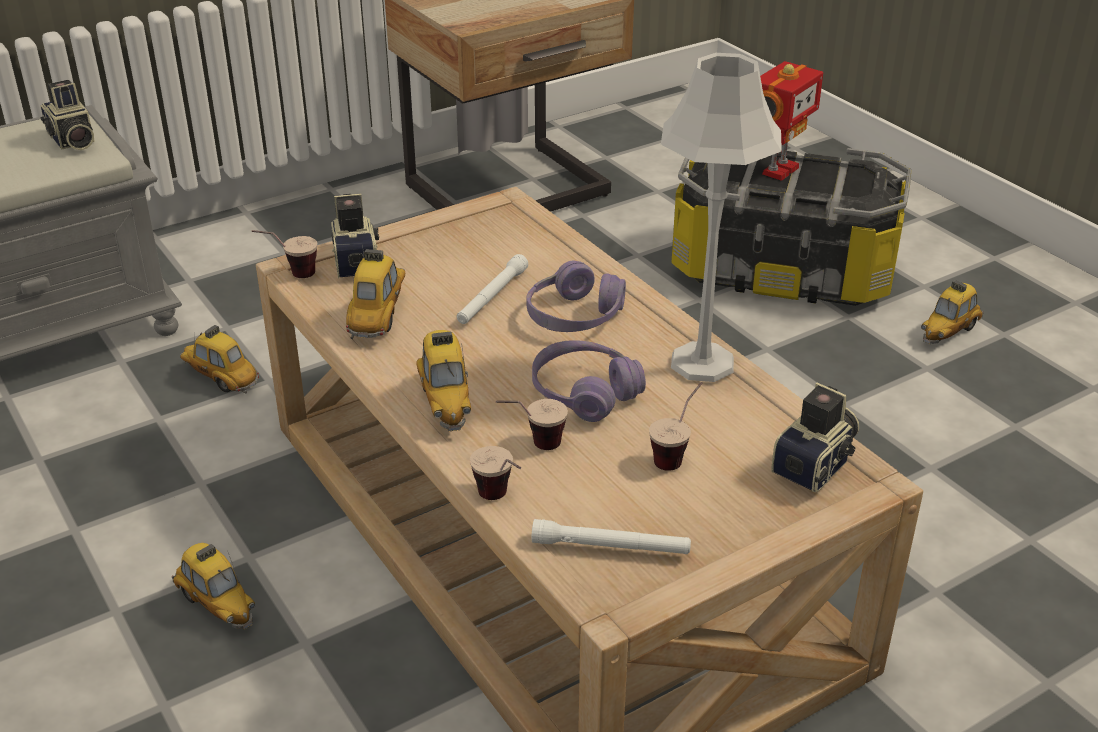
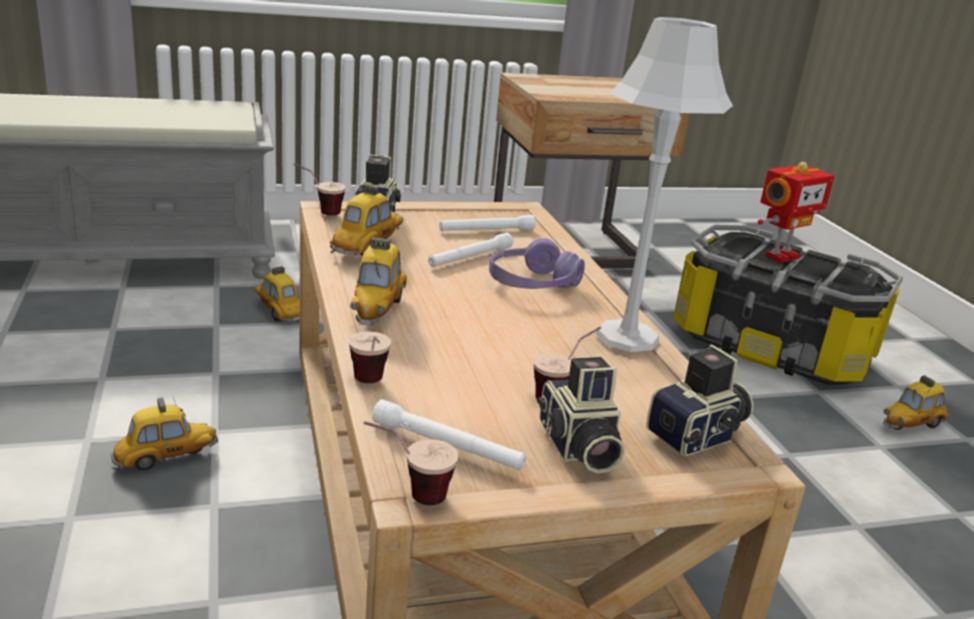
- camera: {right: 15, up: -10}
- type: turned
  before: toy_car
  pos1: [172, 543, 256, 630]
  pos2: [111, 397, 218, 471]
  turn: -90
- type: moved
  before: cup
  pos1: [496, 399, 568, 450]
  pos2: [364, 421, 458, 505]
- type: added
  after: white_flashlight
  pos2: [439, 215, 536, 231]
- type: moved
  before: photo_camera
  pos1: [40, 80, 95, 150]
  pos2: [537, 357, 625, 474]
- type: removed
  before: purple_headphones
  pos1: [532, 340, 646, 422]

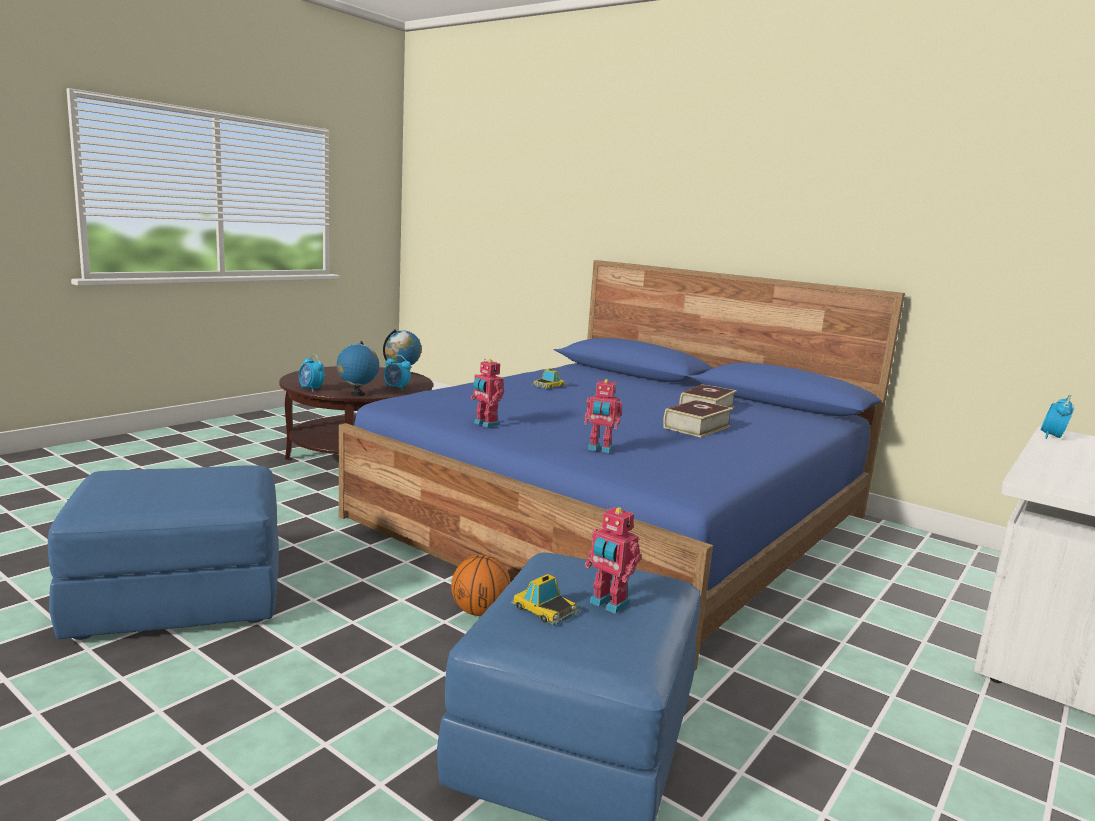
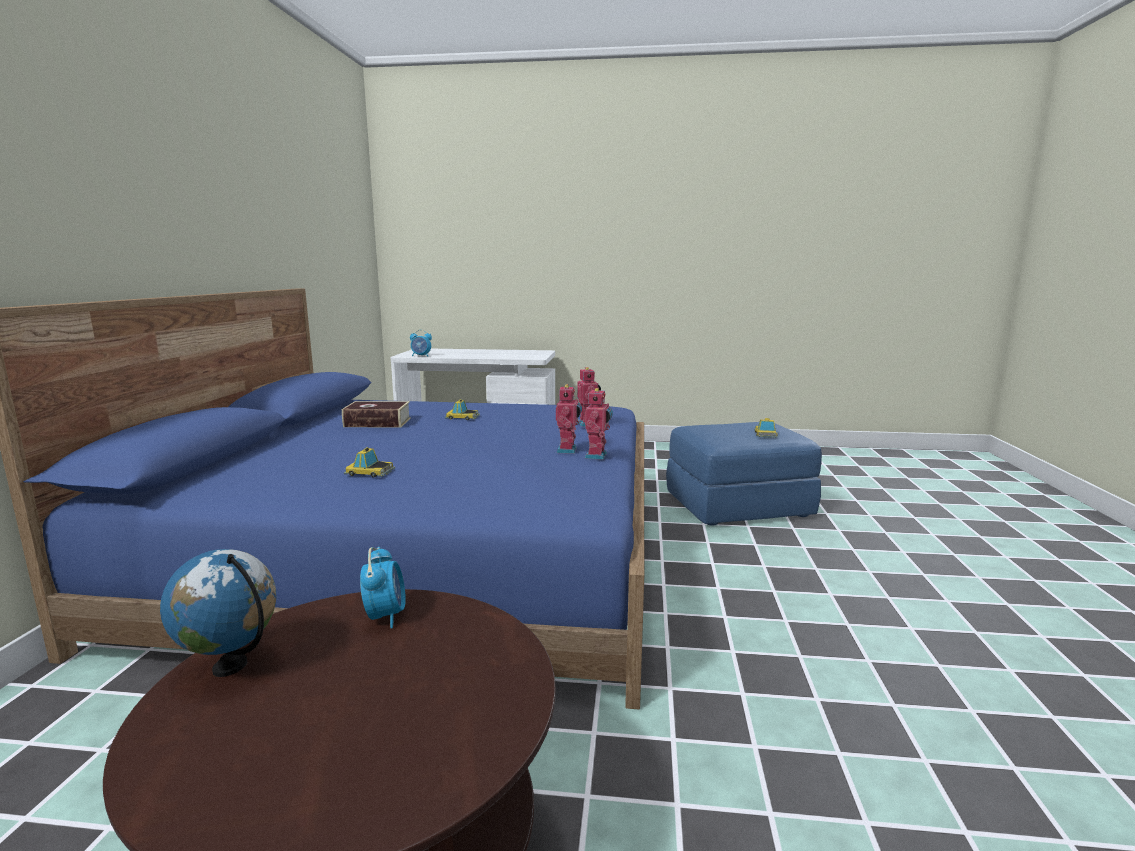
- camera: {right: -120, up: 0}
- type: replaced
  before: book
  after: toy_car
  pos1: [663, 400, 733, 437]
  pos2: [445, 399, 480, 420]
- type: moved
  before: toy_robot
  pos1: [585, 506, 641, 614]
  pos2: [556, 384, 582, 454]
- type: removed
  before: blue_ottoman
  pos1: [48, 465, 279, 640]
- type: removed
  before: alarm_clock
  pos1: [299, 355, 324, 392]
- type: removed
  before: globe
  pos1: [337, 341, 379, 396]
- type: removed
  before: basketball
  pos1: [451, 554, 511, 616]

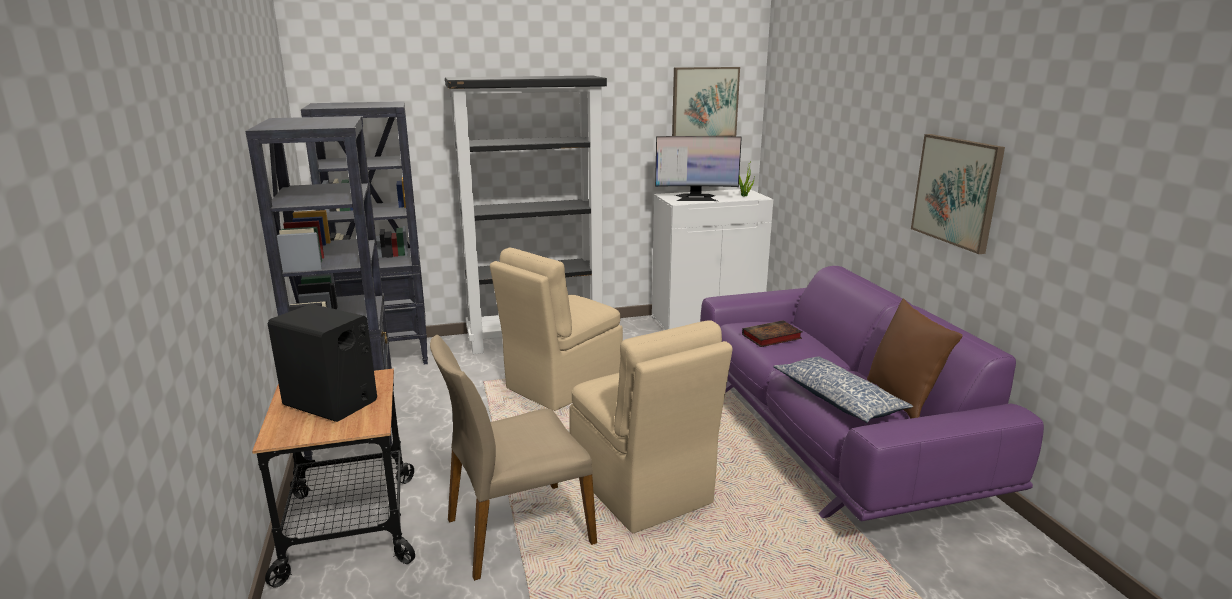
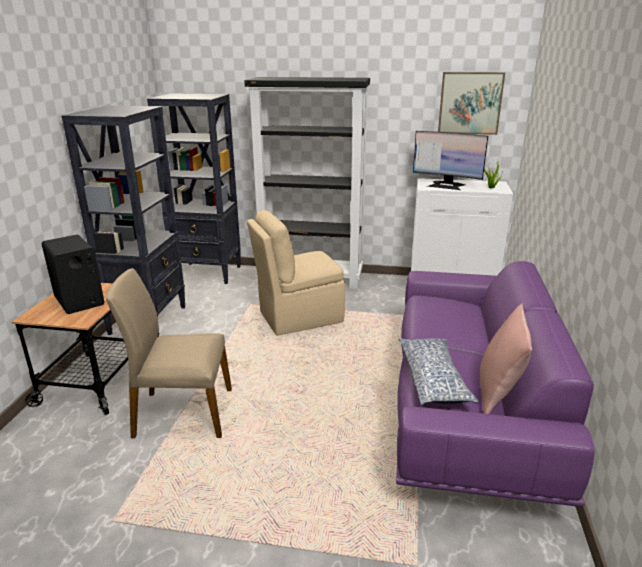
- camera: {right: 25, up: 5}
- type: recoloured
  before: brown_pillow
  after: pink_pillow
  pos1: [867, 298, 963, 418]
  pos2: [480, 304, 532, 414]
- type: removed
  before: beige_chair
  pos1: [570, 320, 733, 533]
- type: removed
  before: book
  pos1: [742, 320, 802, 347]
- type: removed
  before: picture
  pos1: [911, 134, 1005, 254]

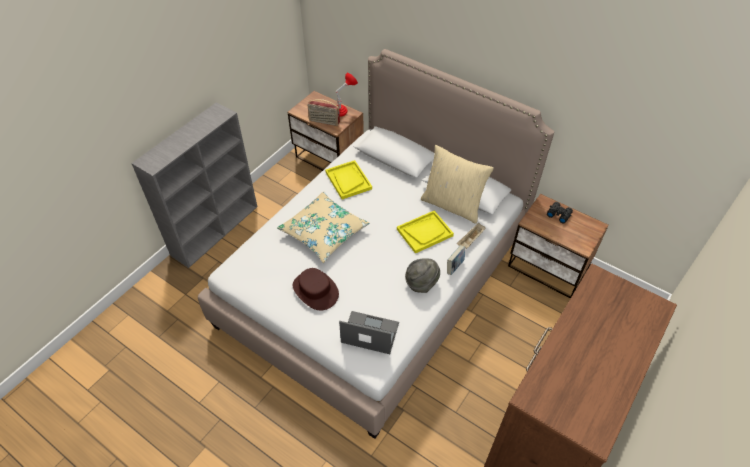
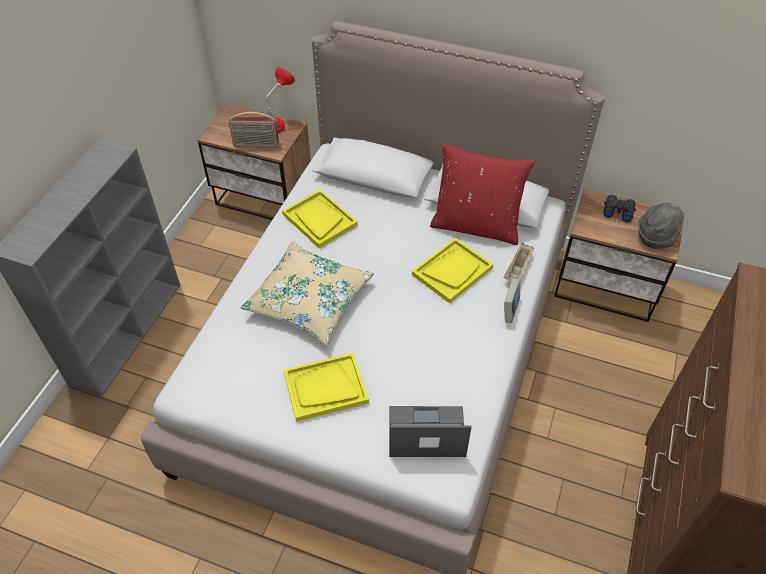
- camera: {right: -15, up: 0}
- type: replaced
  before: brown_hat
  after: yellow_tray
  pos1: [293, 268, 339, 310]
  pos2: [284, 353, 369, 422]
- type: recoloured
  before: beige_pillow
  after: red_pillow
  pos1: [421, 145, 494, 224]
  pos2: [430, 144, 534, 245]
- type: moved
  before: grey_hat
  pos1: [405, 258, 440, 293]
  pos2: [638, 203, 684, 249]

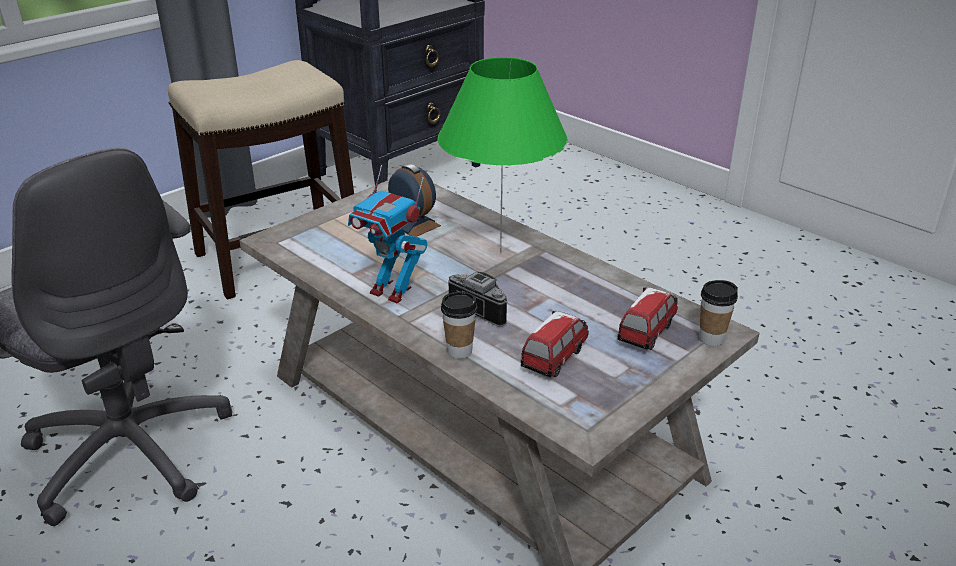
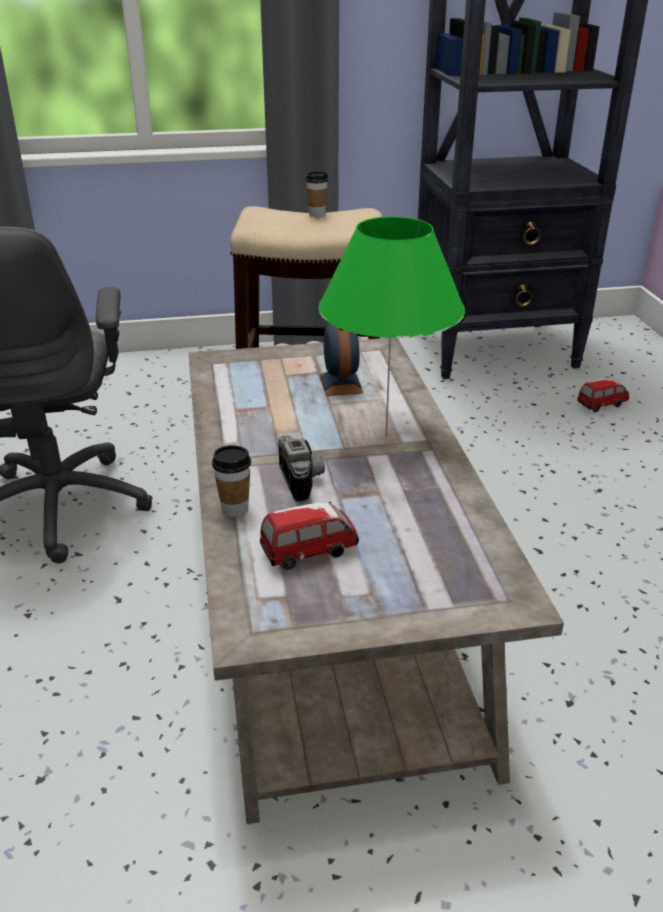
- camera: {right: 35, up: 0}
- type: moved
  before: cup
  pos1: [699, 280, 738, 346]
  pos2: [305, 172, 329, 217]
- type: moved
  before: toy_car
  pos1: [617, 287, 678, 350]
  pos2: [577, 378, 629, 412]
- type: removed
  before: toy_robot
  pos1: [348, 165, 427, 303]

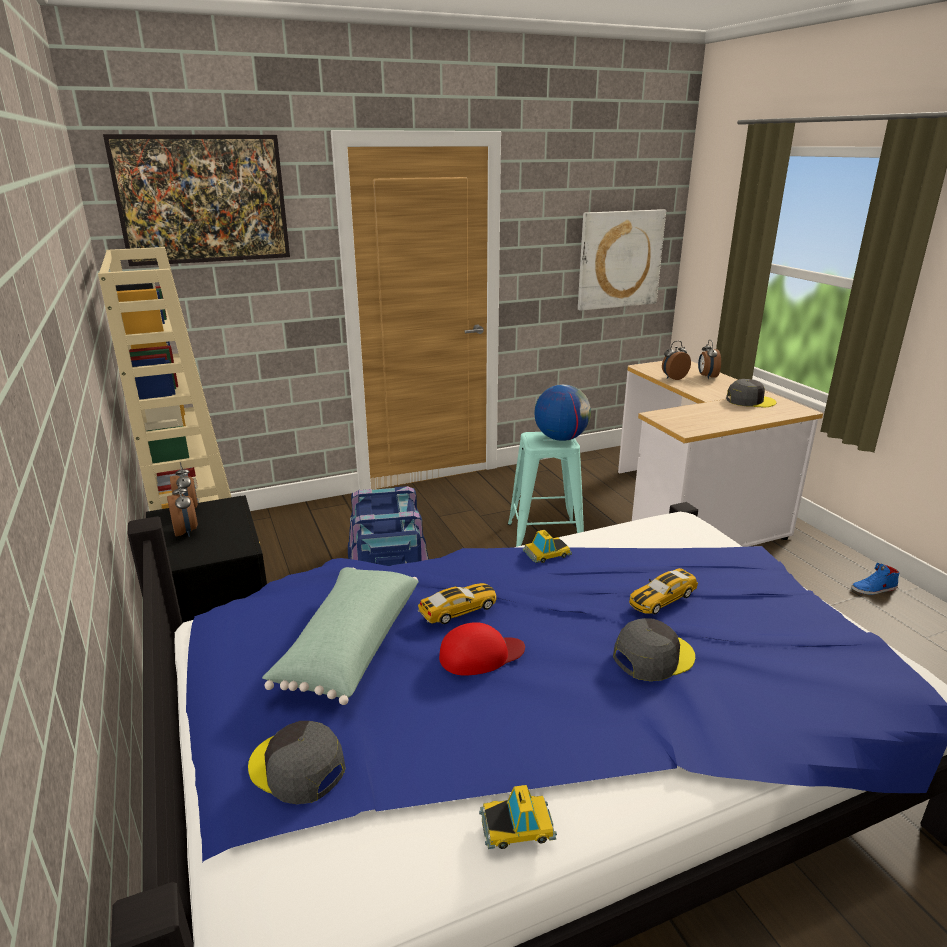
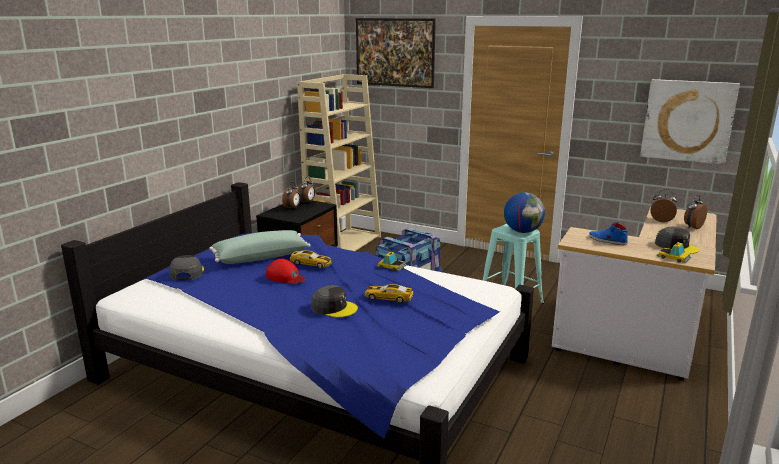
- camera: {right: 50, up: -5}
- type: moved
  before: blue_shoe
  pos1: [851, 563, 900, 595]
  pos2: [589, 221, 628, 246]
- type: moved
  before: toy_car
  pos1: [479, 785, 557, 849]
  pos2: [657, 242, 691, 263]

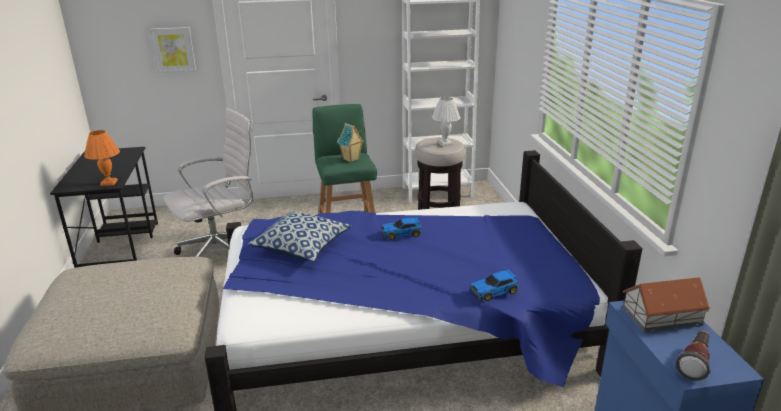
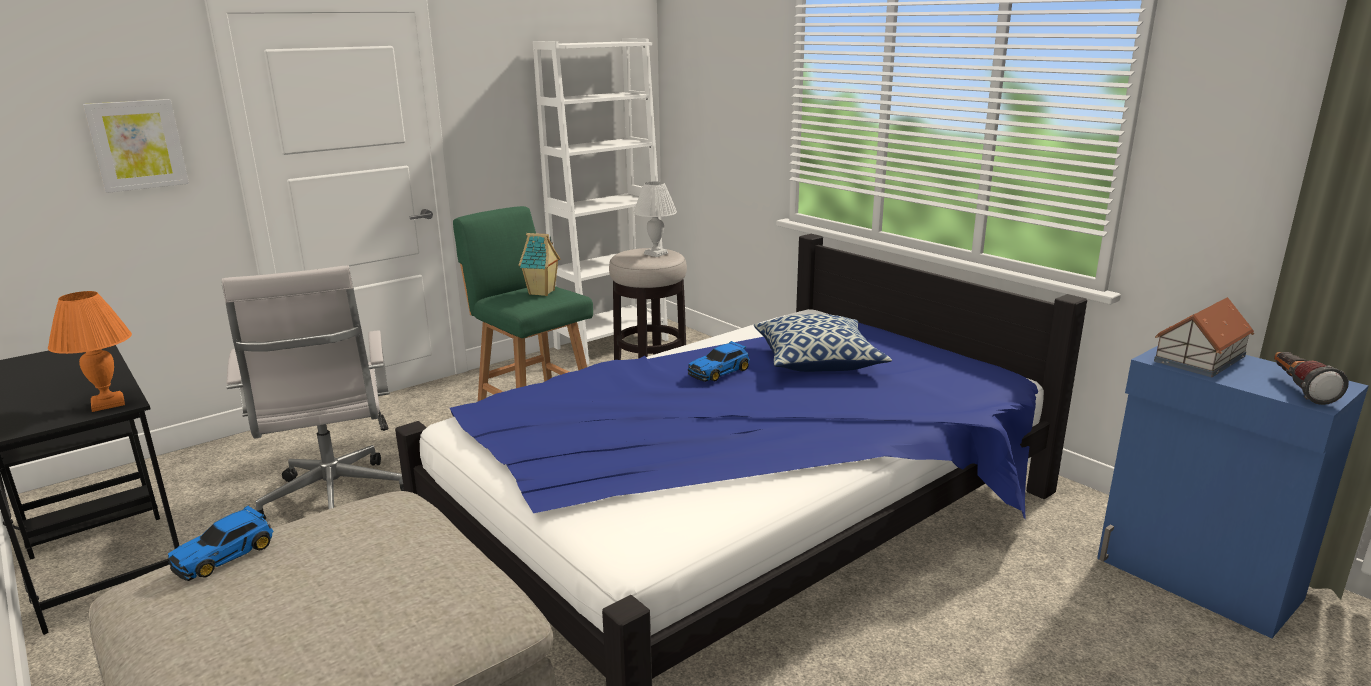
- camera: {right: -30, up: -5}
- type: moved
  before: toy_car
  pos1: [470, 269, 519, 301]
  pos2: [168, 505, 274, 581]
- type: turned
  before: white_office_chair
  pos1: [164, 108, 253, 257]
  pos2: [221, 266, 404, 520]
  turn: 135
- type: moved
  before: pillow
  pos1: [248, 212, 352, 262]
  pos2: [754, 314, 892, 372]

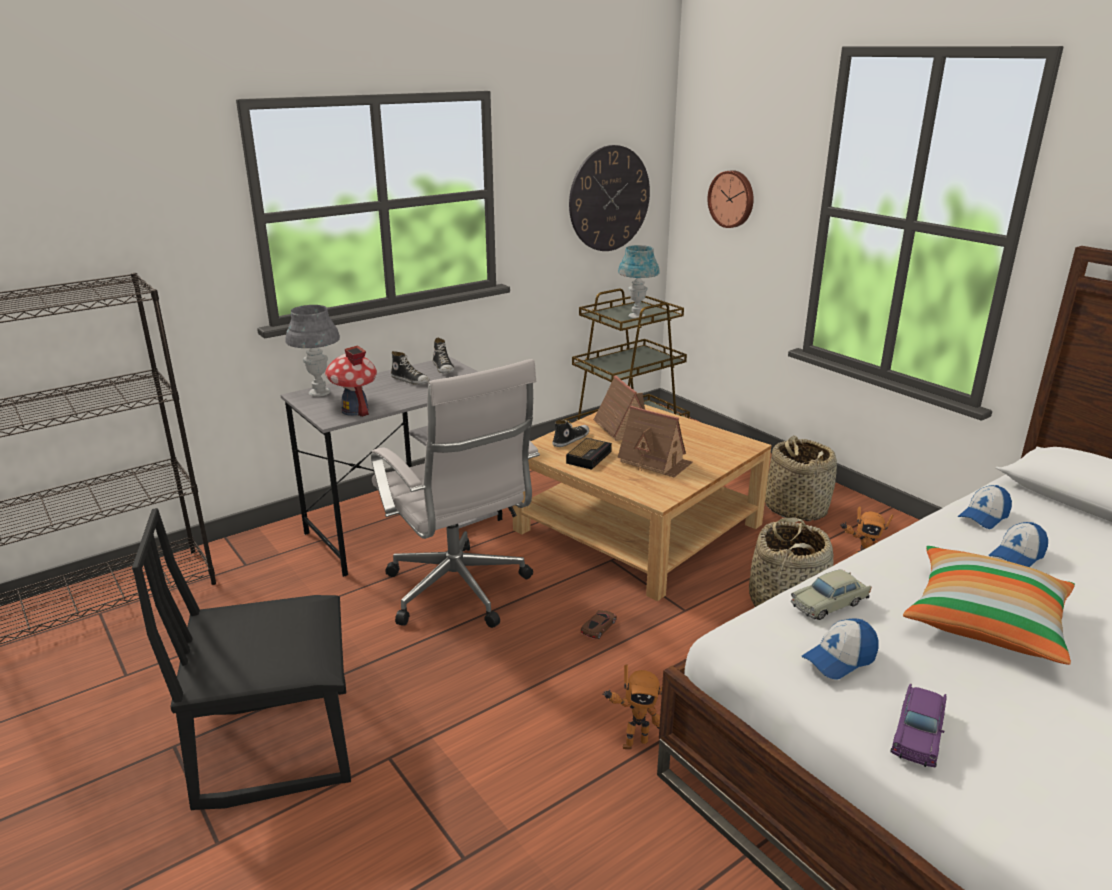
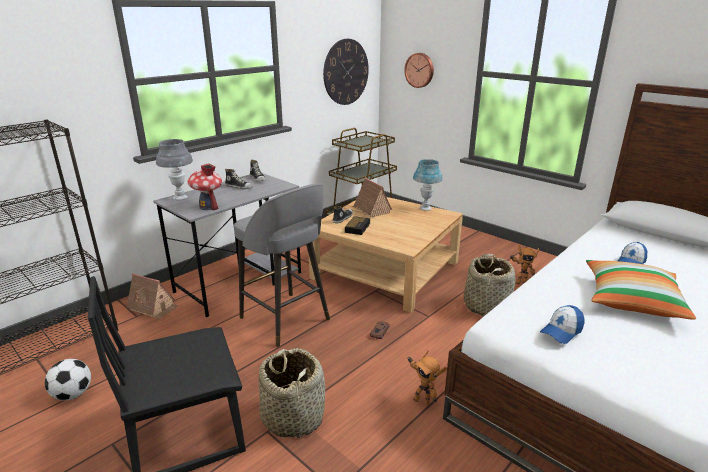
- camera: {right: -10, up: 0}
- type: added
  after: football
  pos2: [45, 359, 91, 400]
- type: moved
  before: toy_house
  pos1: [617, 406, 693, 478]
  pos2: [126, 273, 179, 319]
- type: replaced
  before: white_office_chair
  after: grey_stool
  pos1: [371, 359, 540, 628]
  pos2: [234, 183, 330, 347]
- type: moved
  before: basket
  pos1: [765, 436, 837, 521]
  pos2: [259, 348, 325, 439]
- type: turned
  before: toy_robot
  pos1: [602, 664, 662, 749]
  pos2: [407, 350, 447, 405]
  turn: 60
- type: moved
  before: blue_table_lamp
  pos1: [618, 245, 660, 319]
  pos2: [413, 159, 443, 211]
- type: removed
  before: beige_toy_car
  pos1: [791, 570, 871, 620]
- type: removed
  before: purple_toy_car
  pos1: [890, 683, 946, 767]
- type: removed
  before: cap
  pos1: [958, 485, 1012, 529]

